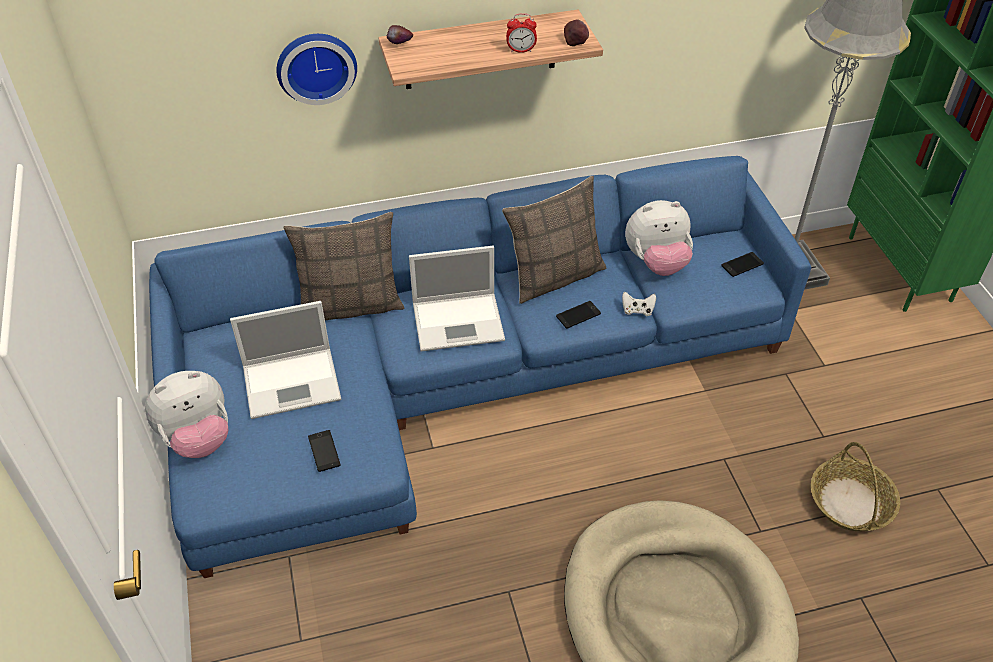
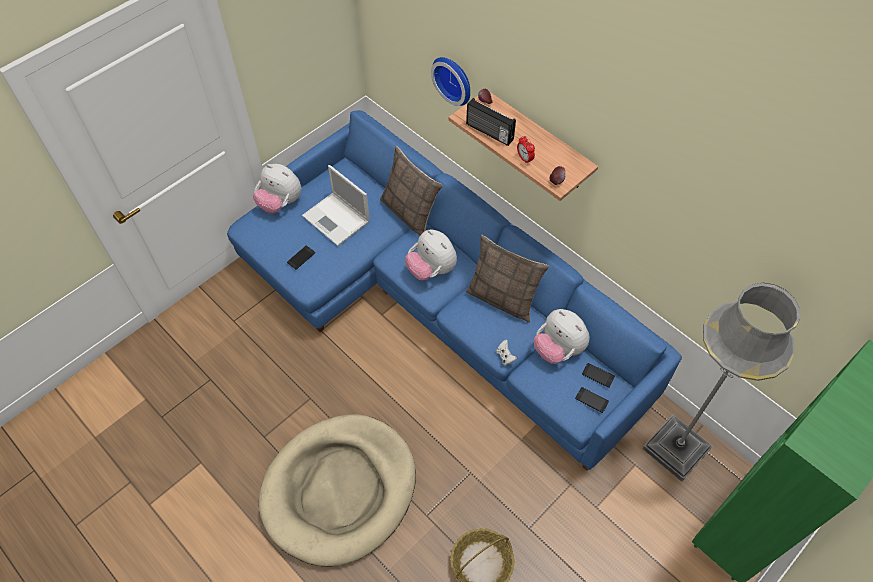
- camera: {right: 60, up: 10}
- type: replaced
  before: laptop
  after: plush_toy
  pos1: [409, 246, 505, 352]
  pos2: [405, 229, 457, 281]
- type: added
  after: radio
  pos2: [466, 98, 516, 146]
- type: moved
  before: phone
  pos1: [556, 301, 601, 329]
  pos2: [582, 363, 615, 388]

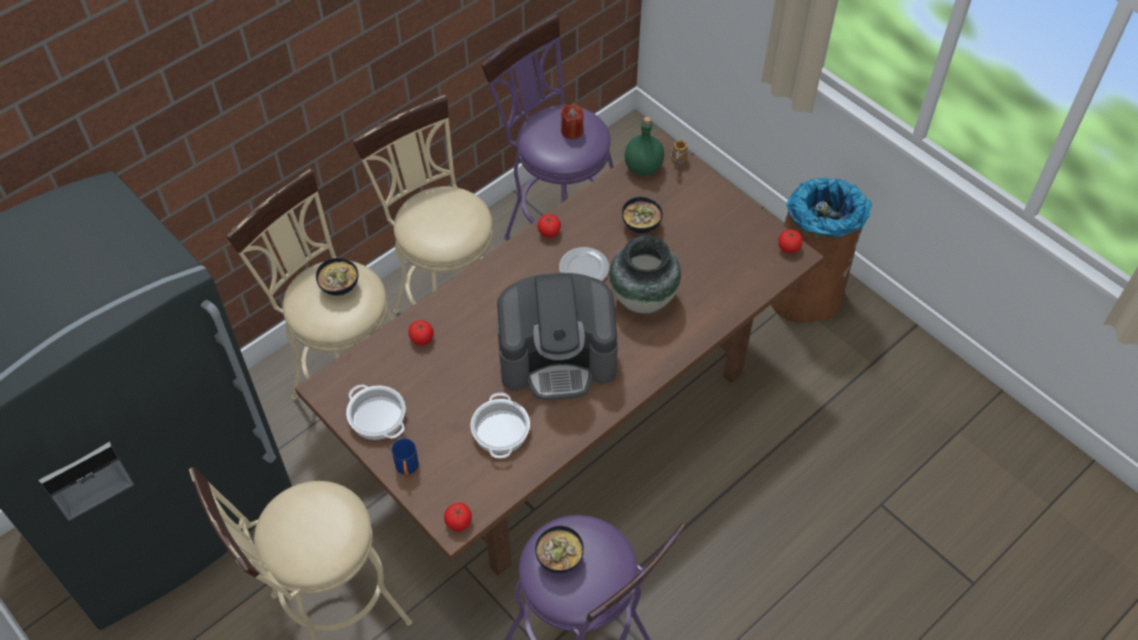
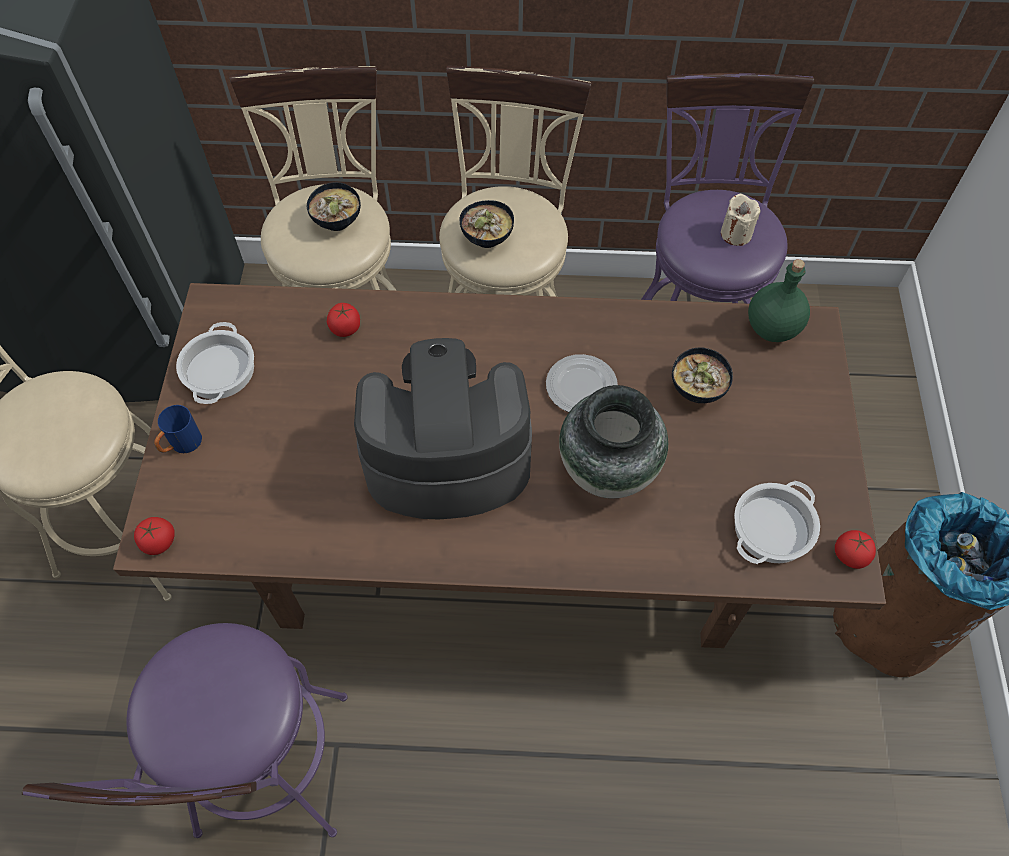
- camera: {right: 45, up: 5}
- type: turned
  before: coffee_machine
  pos1: [497, 273, 618, 400]
  pos2: [354, 338, 532, 519]
  turn: 135
- type: moved
  before: bowl
  pos1: [535, 526, 584, 573]
  pos2: [460, 200, 514, 248]
- type: recoloured
  before: red_candle
  after: beige_candle
  pos1: [561, 104, 583, 139]
  pos2: [721, 193, 760, 246]
- type: moved
  before: cooking_pot
  pos1: [471, 392, 530, 458]
  pos2: [734, 481, 820, 564]
- type: removed
  before: tomato
  pos1: [538, 214, 561, 238]
- type: removed
  before: mug
  pos1: [671, 140, 688, 169]

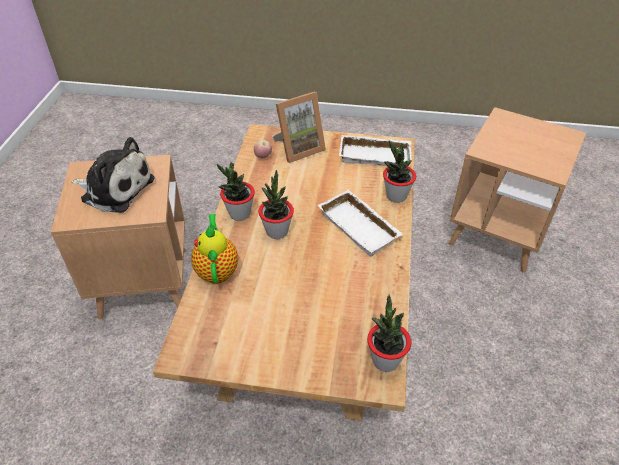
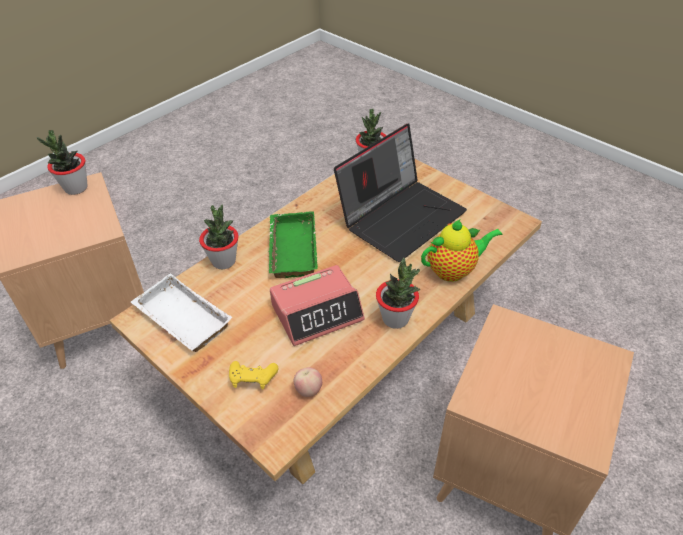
- camera: {right: -145, up: 0}
- type: moved
  before: potted_plant
  pos1: [258, 170, 294, 239]
  pos2: [37, 130, 88, 195]
- type: replaced
  before: picture_frame
  after: yellow_game_controller
  pos1: [272, 91, 326, 163]
  pos2: [229, 361, 278, 389]
- type: recoloured
  before: white_tray
  after: green_tray
  pos1: [318, 189, 403, 257]
  pos2: [268, 211, 318, 278]
- type: added
  after: alarm_clock
  pos2: [270, 265, 365, 346]
- type: added
  after: laptop
  pos2: [334, 123, 467, 262]
- type: turned
  before: teapot
  pos1: [191, 214, 238, 284]
  pos2: [421, 219, 503, 282]
  turn: -135
- type: removed
  before: plush_toy
  pos1: [71, 137, 154, 213]

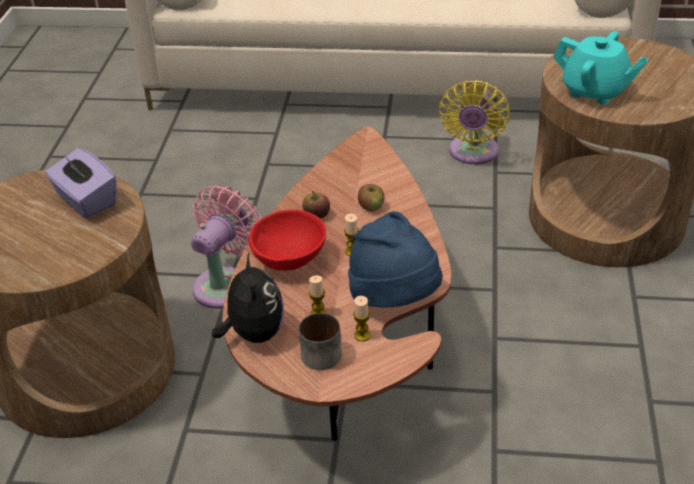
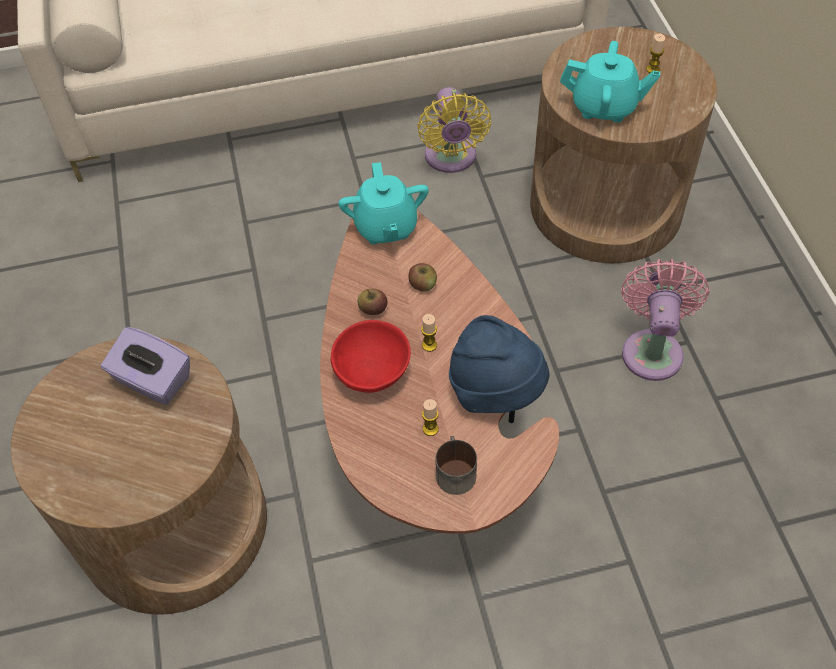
- camera: {right: -20, up: 15}
- type: added
  after: turquoise_teapot
  pos2: [338, 162, 429, 244]
- type: moved
  before: pink_fan
  pos1: [191, 185, 262, 309]
  pos2: [621, 259, 710, 381]
- type: moved
  before: candle
  pos1: [353, 296, 371, 341]
  pos2: [646, 33, 665, 73]
- type: removed
  before: plush_toy
  pos1: [212, 253, 284, 343]

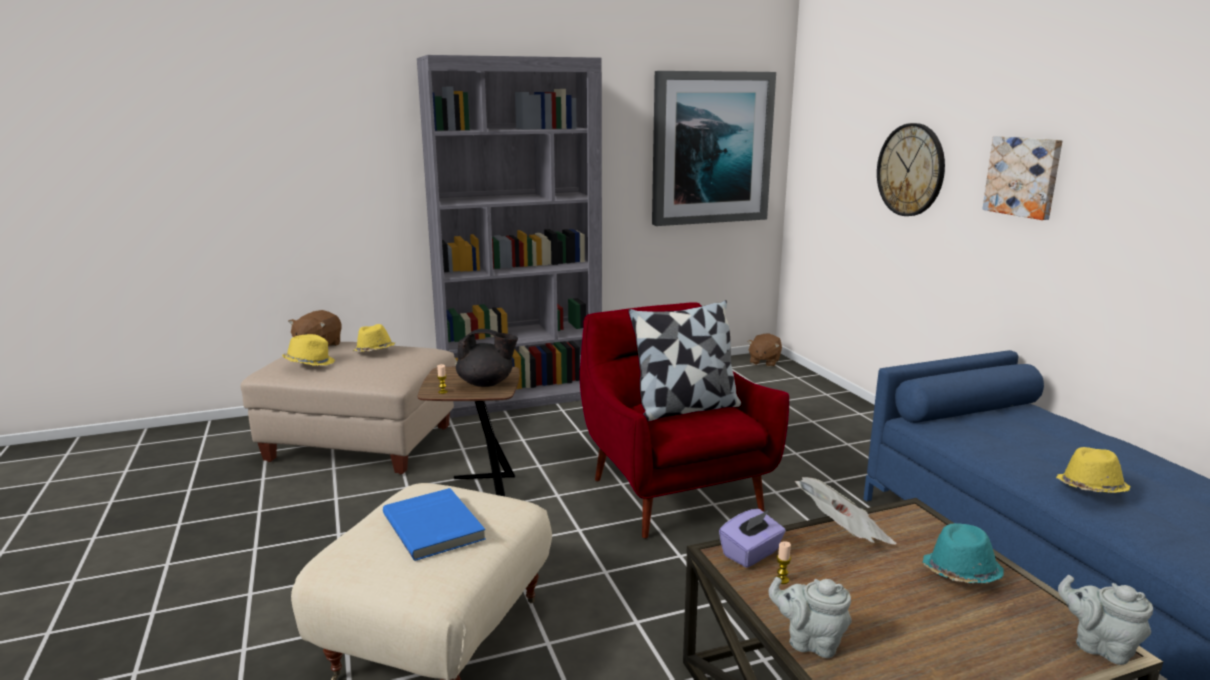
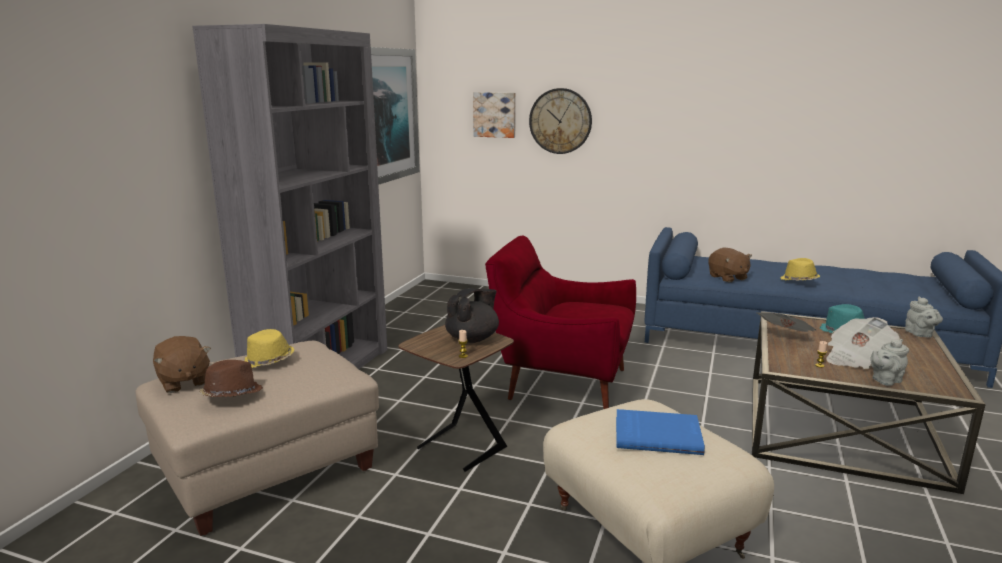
- camera: {right: -50, up: 0}
- type: recoloured
  before: yellow_hat
  after: brown_hat
  pos1: [282, 334, 335, 366]
  pos2: [200, 360, 263, 397]
- type: moved
  before: picture
  pos1: [982, 136, 1063, 220]
  pos2: [473, 92, 516, 138]
- type: moved
  before: brown_plush_toy
  pos1: [748, 333, 782, 367]
  pos2: [708, 247, 752, 282]
- type: added
  after: newspaper
  pos2: [826, 317, 900, 369]
- type: turned
  before: grey_teapot
  pos1: [1058, 575, 1153, 665]
  pos2: [905, 296, 943, 338]
  turn: -90
- type: removed
  before: pillow
  pos1: [628, 300, 741, 422]
- type: removed
  before: purple_tissue_box
  pos1: [719, 509, 786, 568]

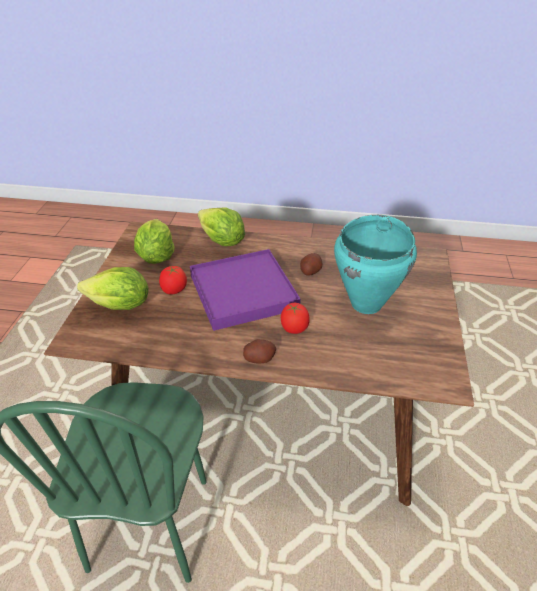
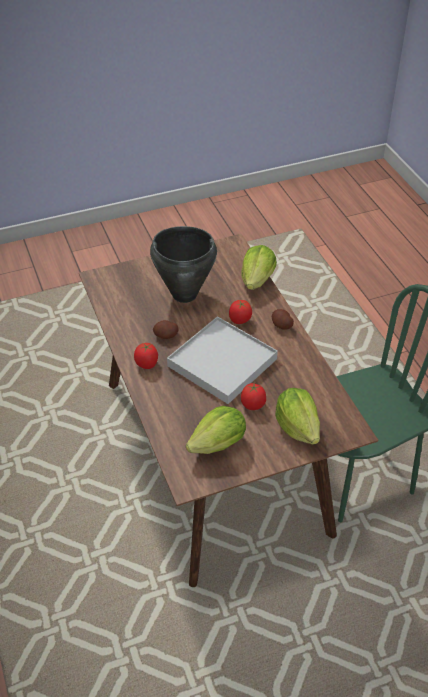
- camera: {right: -120, up: 5}
- type: added
  after: tomato
  pos2: [134, 343, 158, 369]
- type: recoloured
  before: turquoise_cooking_pot
  after: black_cooking_pot
  pos1: [334, 215, 417, 314]
  pos2: [150, 226, 217, 303]
- type: recoloured
  before: purple_tray
  after: white_tray
  pos1: [190, 249, 301, 331]
  pos2: [167, 316, 278, 404]
- type: moved
  before: lettuce
  pos1: [198, 207, 245, 247]
  pos2: [241, 245, 277, 290]

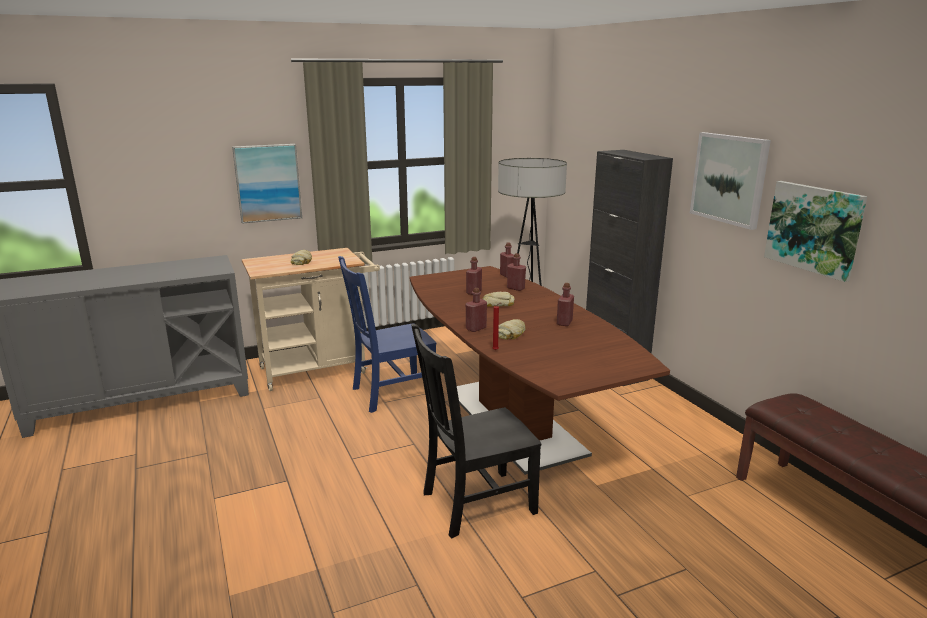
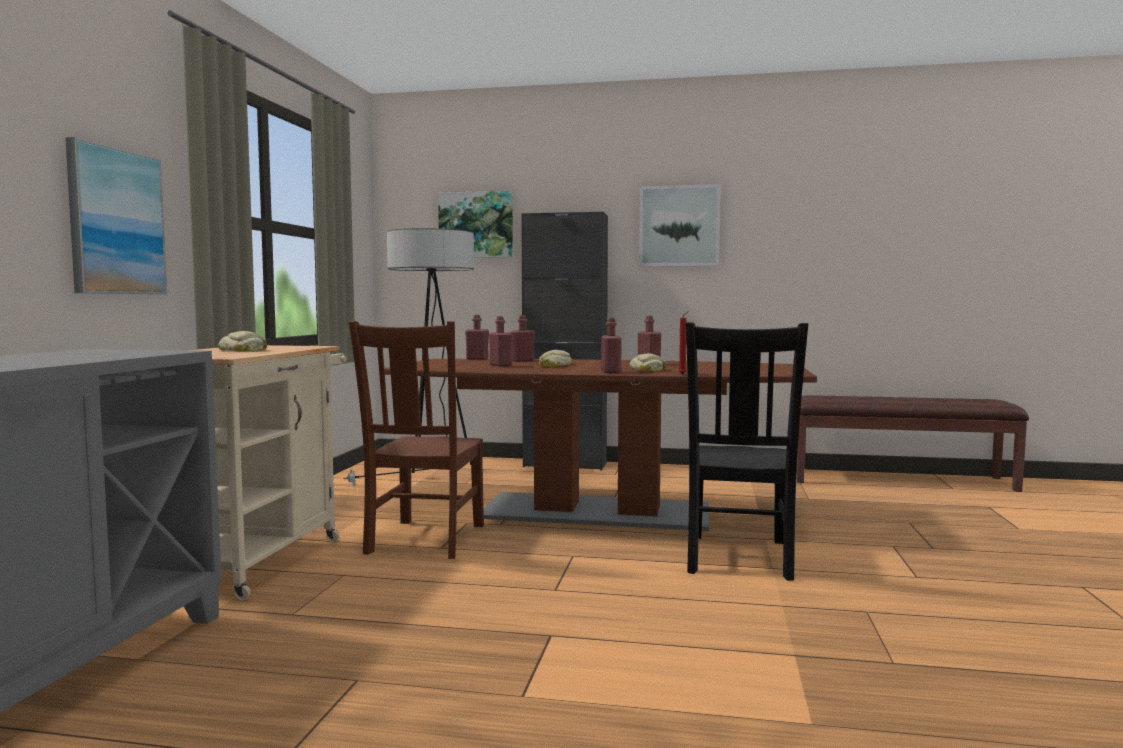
- camera: {right: -55, up: -15}
- type: recoloured
  before: blue_chair
  after: brown_chair
  pos1: [338, 256, 436, 413]
  pos2: [349, 321, 484, 559]
- type: moved
  before: picture
  pos1: [764, 181, 867, 282]
  pos2: [438, 191, 513, 258]

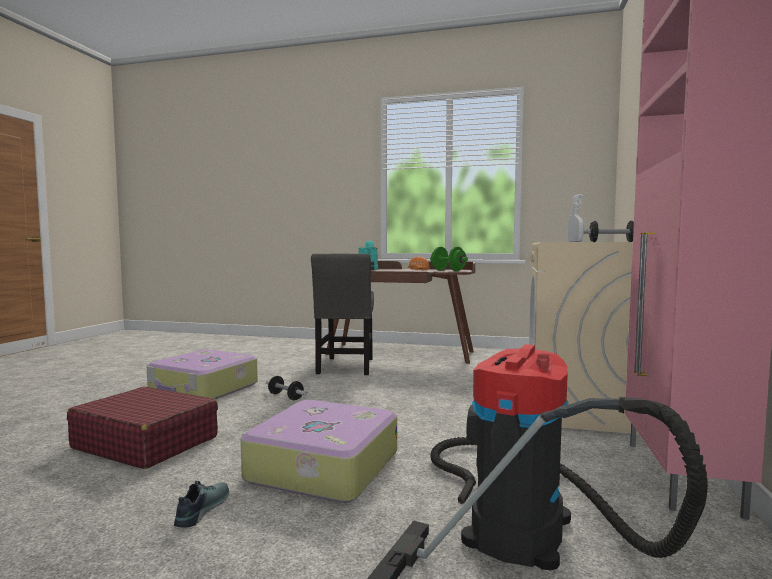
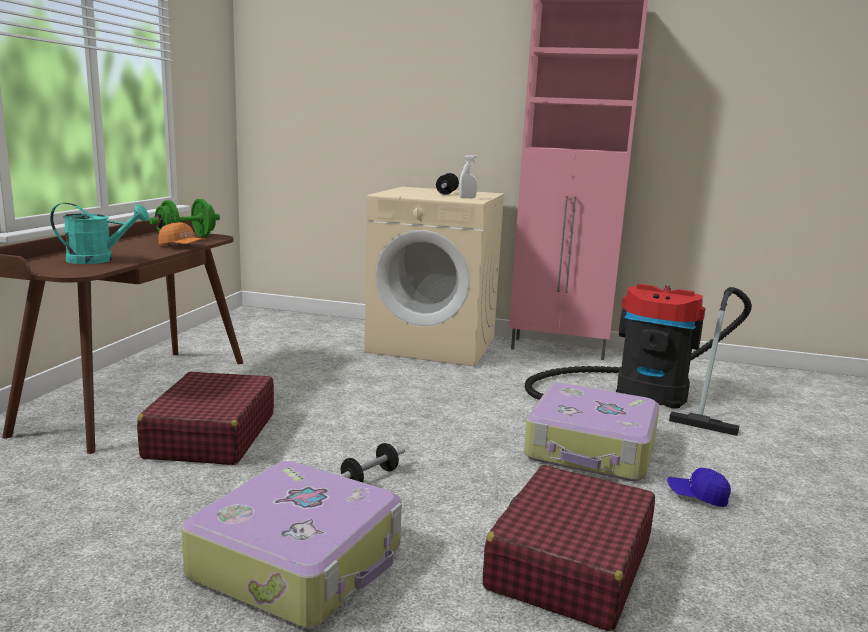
- camera: {right: -90, up: 10}
- type: replaced
  before: grey_chair
  after: red_suitcase
  pos1: [311, 254, 374, 375]
  pos2: [137, 372, 274, 465]
- type: replaced
  before: shoe
  after: blue_cap
  pos1: [174, 481, 229, 528]
  pos2: [667, 468, 731, 507]

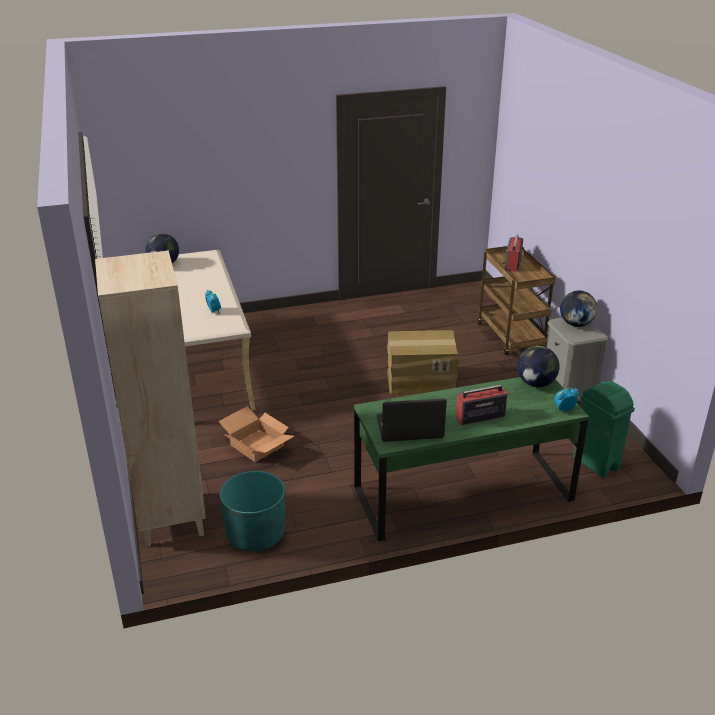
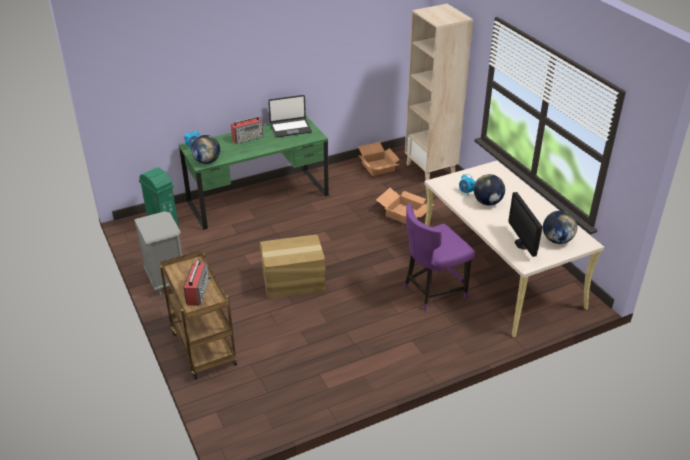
- camera: {right: 170, up: 5}
- type: replaced
  before: turquoise_planter
  after: cardboard_box
  pos1: [220, 471, 285, 552]
  pos2: [358, 142, 400, 176]
- type: added
  after: purple_chair
  pos2: [404, 203, 475, 311]
- type: moved
  before: globe
  pos1: [560, 291, 597, 327]
  pos2: [474, 174, 505, 206]
- type: added
  after: monitor
  pos2: [509, 192, 543, 257]

